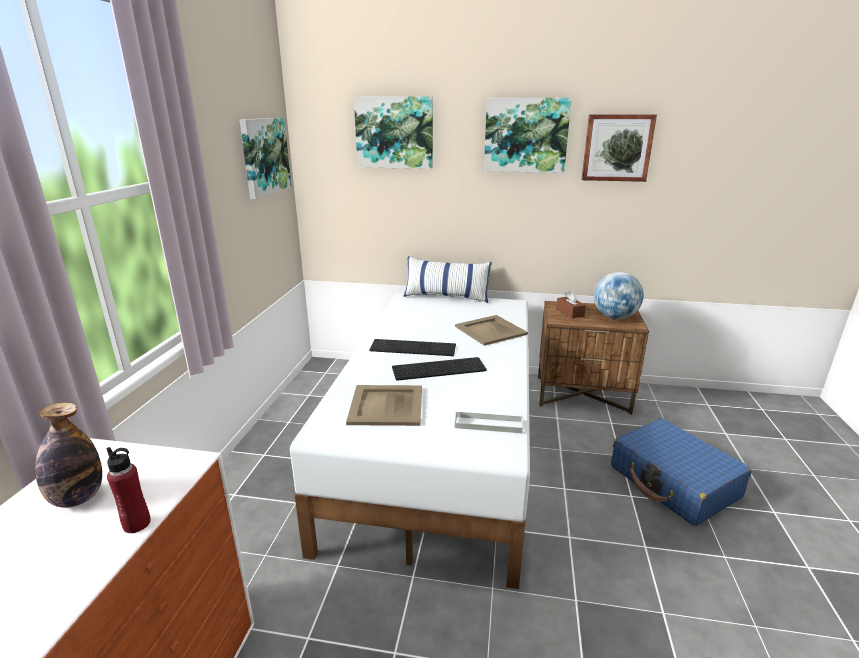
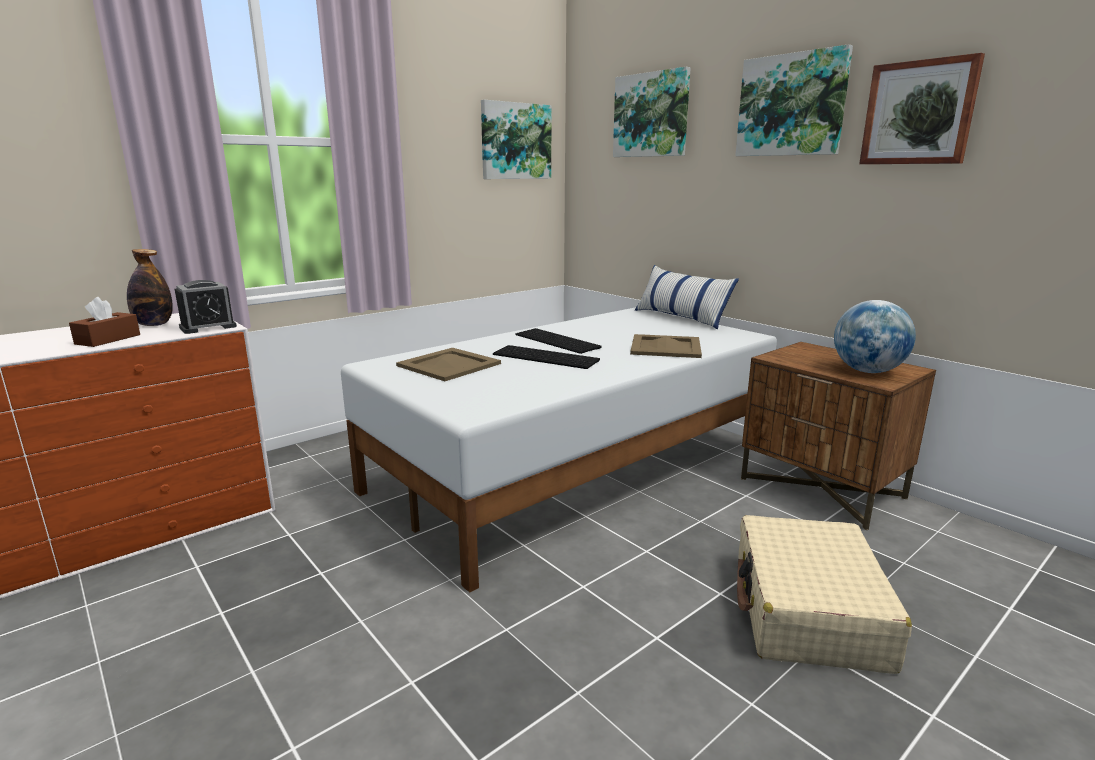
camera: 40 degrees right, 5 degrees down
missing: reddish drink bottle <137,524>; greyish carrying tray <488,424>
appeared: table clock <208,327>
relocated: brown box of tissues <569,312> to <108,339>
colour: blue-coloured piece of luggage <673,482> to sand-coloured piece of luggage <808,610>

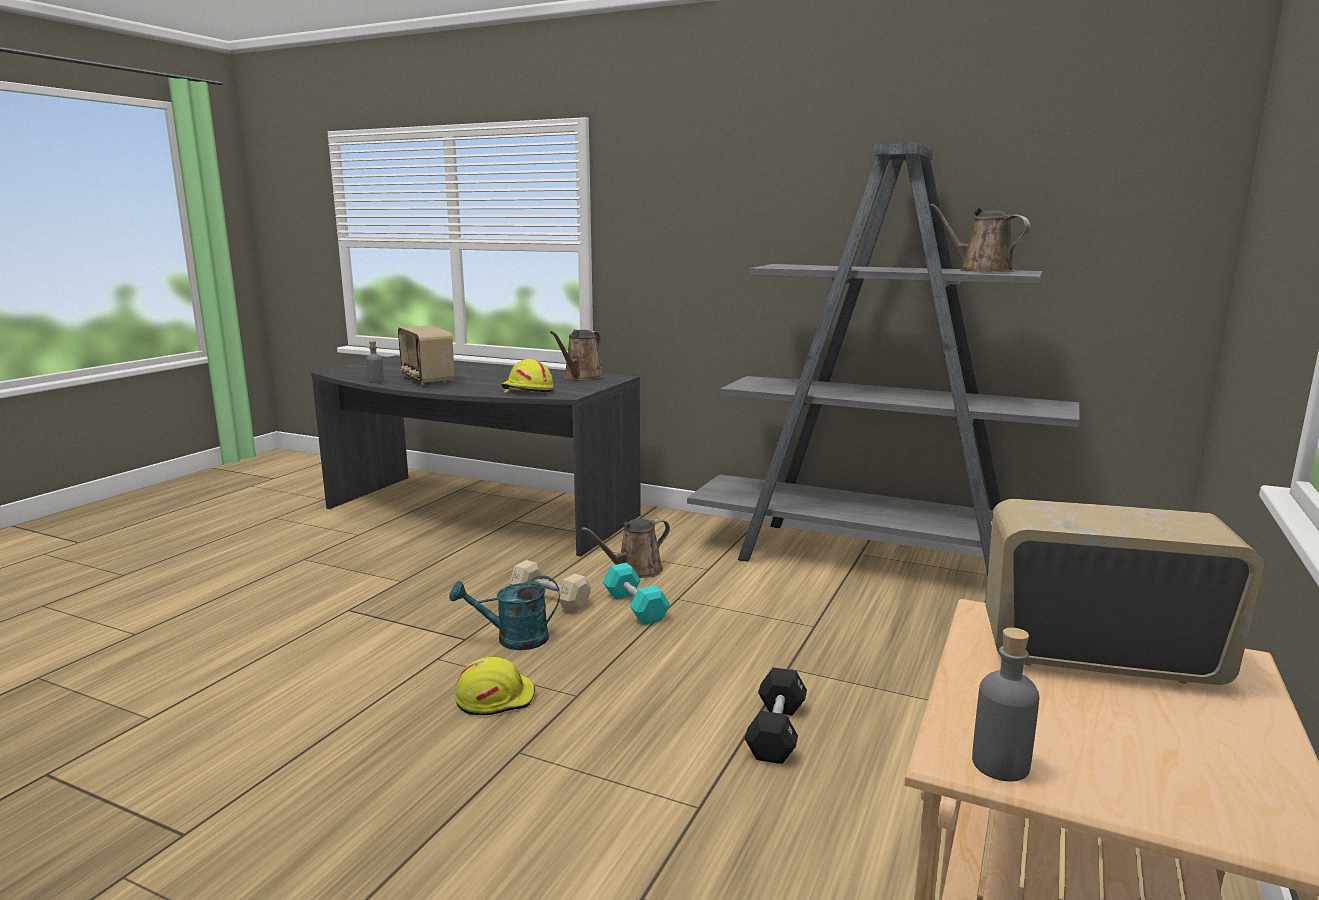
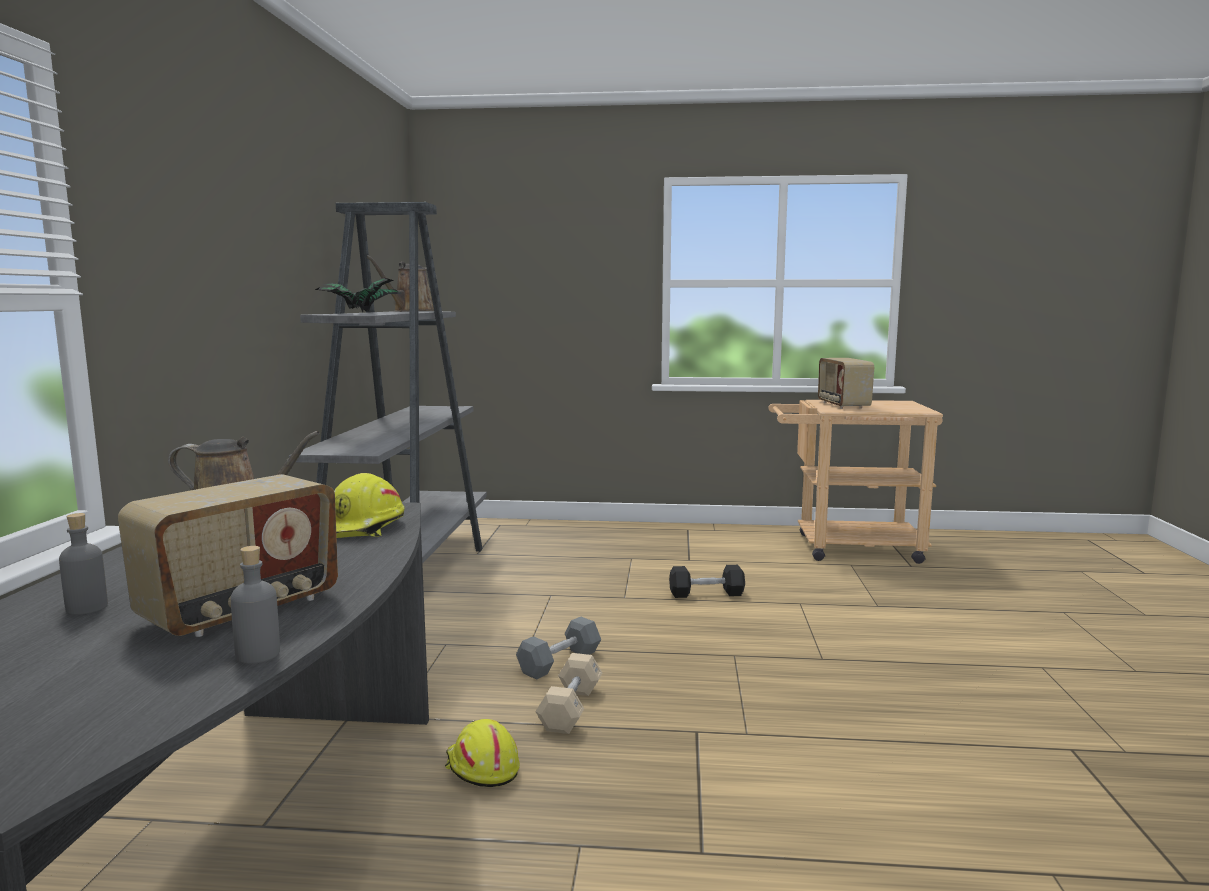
camera: 110 degrees left, 5 degrees down
missing: turquoise-coloured sprinkling can <513,640>; brown sprinkling can <635,571>
appeared: plant in a pot <358,313>
relocated: greyish drink bottle <1000,764> to <87,608>; yellow-coloured hard hat <495,698> to <481,768>
colour: turquoise-coloured hand weight <635,607> to greyish hand weight <559,662>

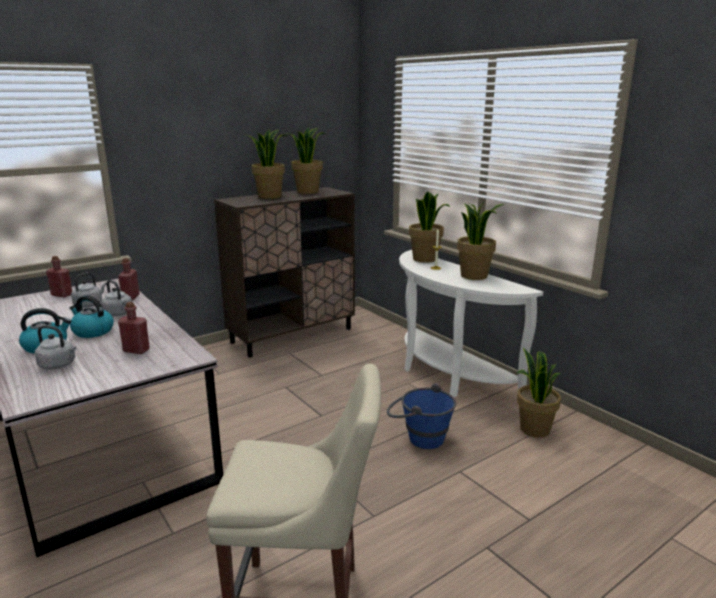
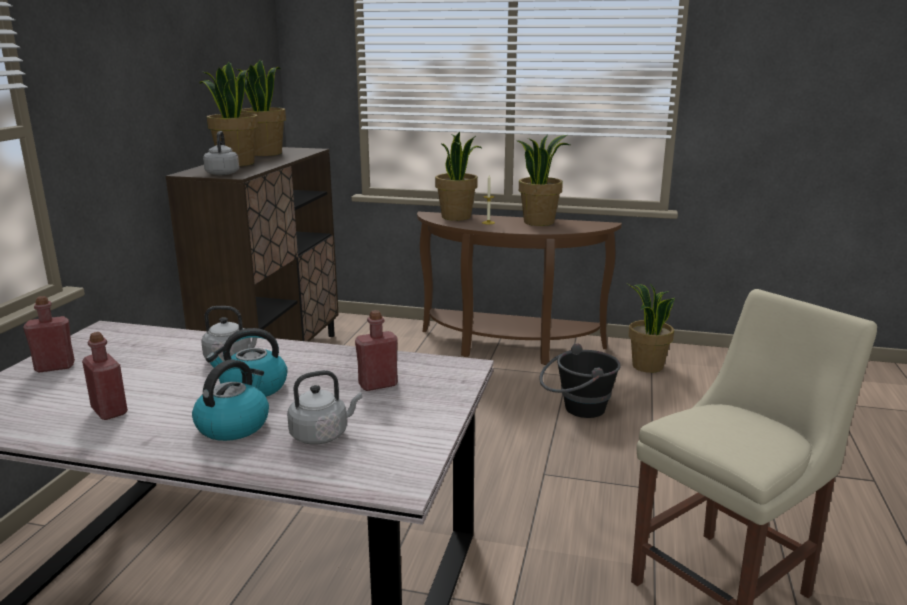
camera: 40 degrees left, 0 degrees up
relocated: reddish drink bottle <130,297> to <109,411>; greyish water kettle <89,304> to <223,173>
colour: white console table <446,375> to brown console table <508,348>; blue-coloured water bucket <419,437> to blackish water bucket <576,409>

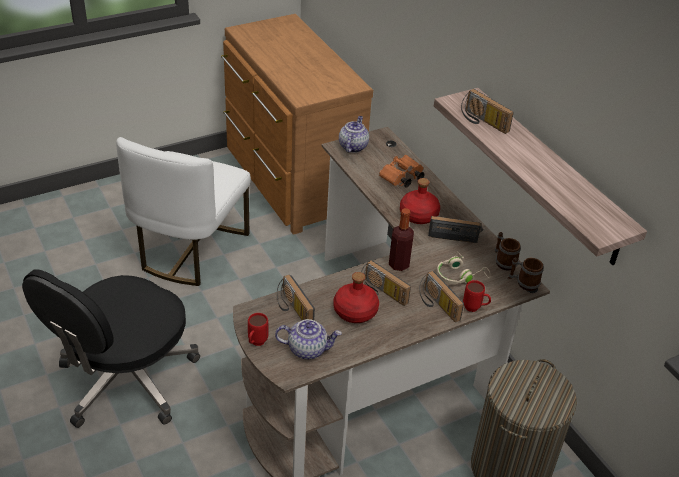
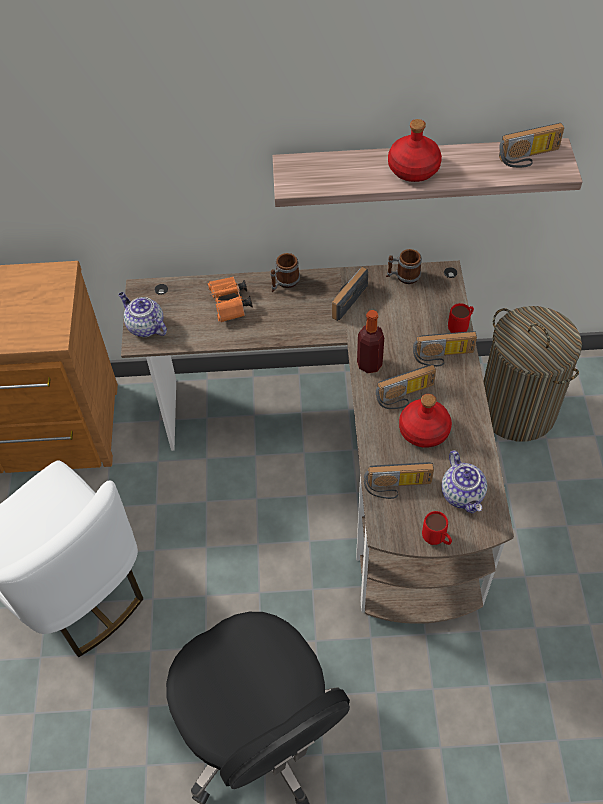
camera: 60 degrees left, 15 degrees up
missing: sand-coloured pair of headphones <459,276>
relocated: tea mug <523,282> to <284,283>; reddish drink bottle <418,215> to <413,169>; radio set <482,122> to <529,157>
spun: pot for tea <308,349> = <463,494> 135 degrees clockwise

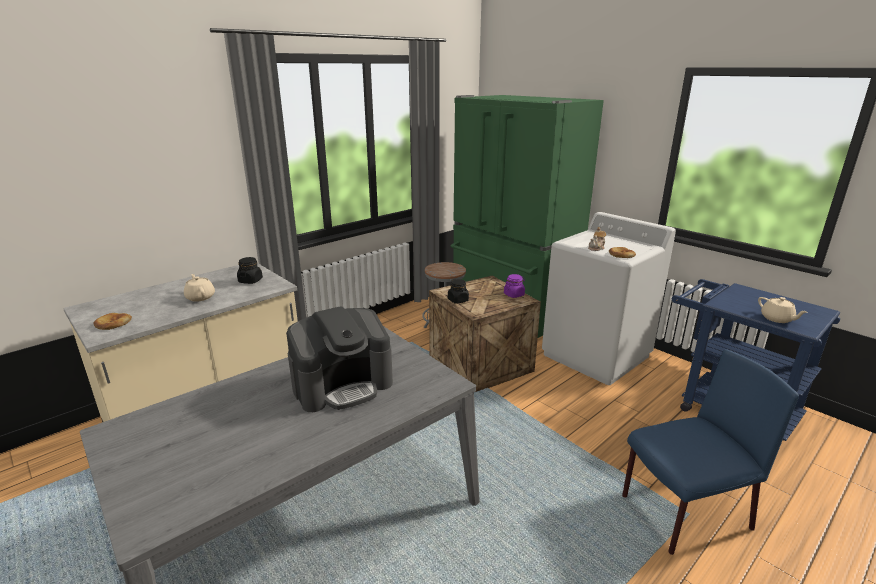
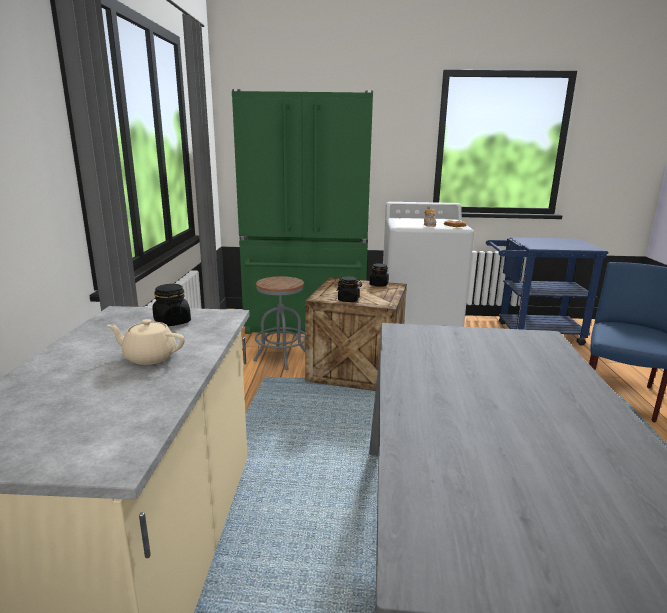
camera: 45 degrees left, 5 degrees down
missing: bread <113,323>; coffee machine <343,385>; sand-coloured pot for tea <777,319>
colour: purple-coloured jar <514,295> to blackish jar <378,284>

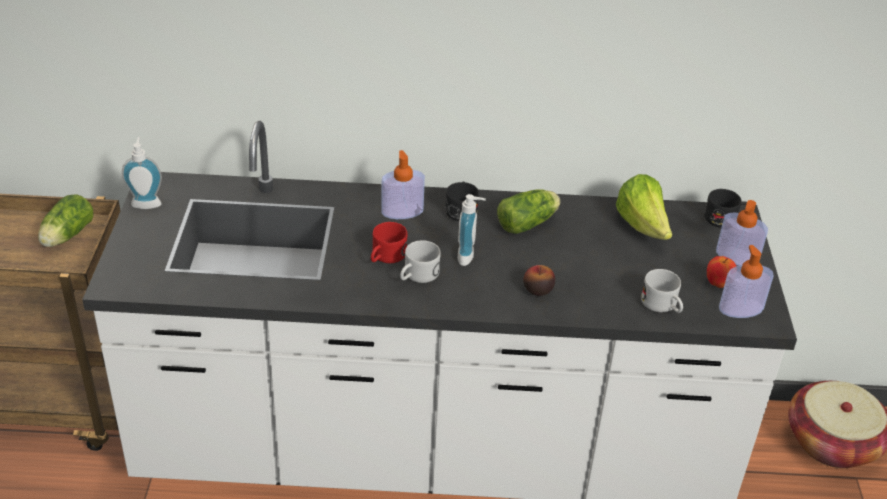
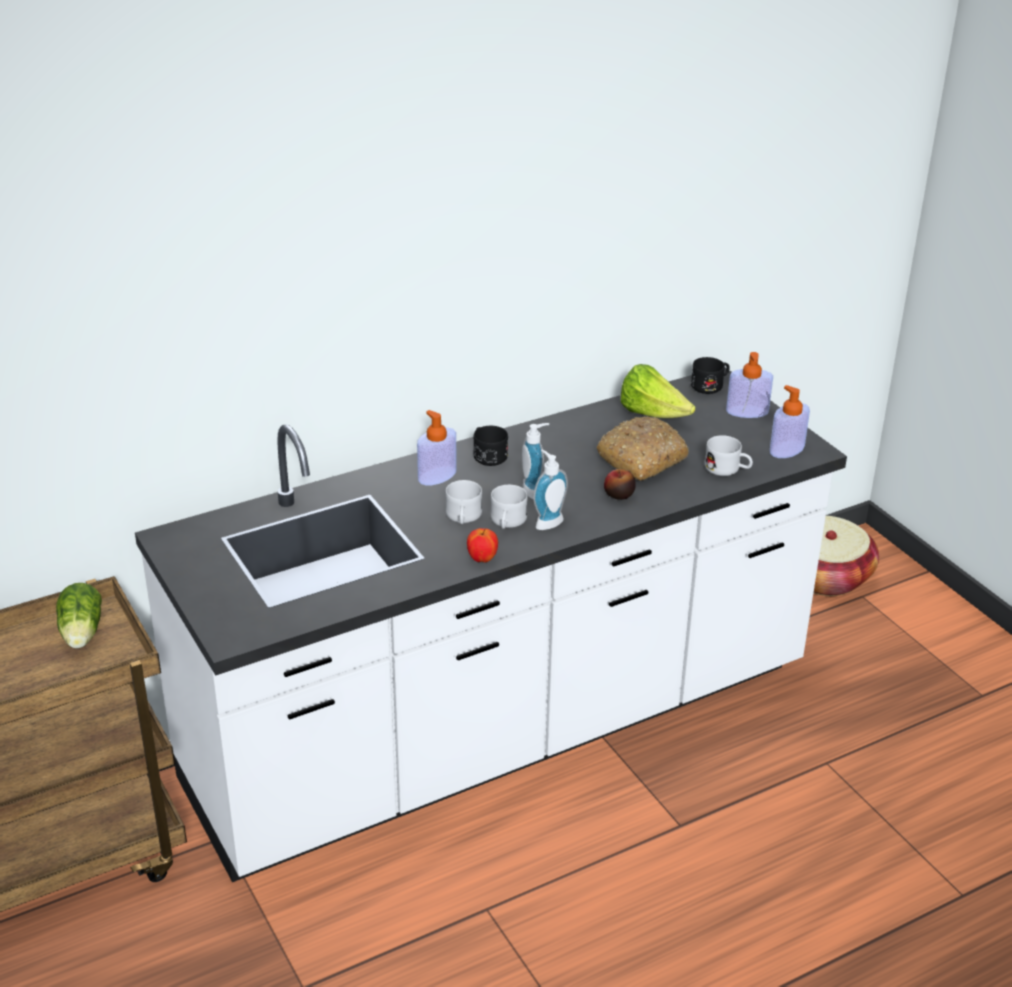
camera: 30 degrees left, 5 degrees down
missing: lettuce head <529,223>
appeared: bread <642,458>
relocated: whole apple <718,284> to <482,559>; liquid soap bottle <146,202> to <547,522>
colour: reddish tea mug <385,257> to white tea mug <463,518>

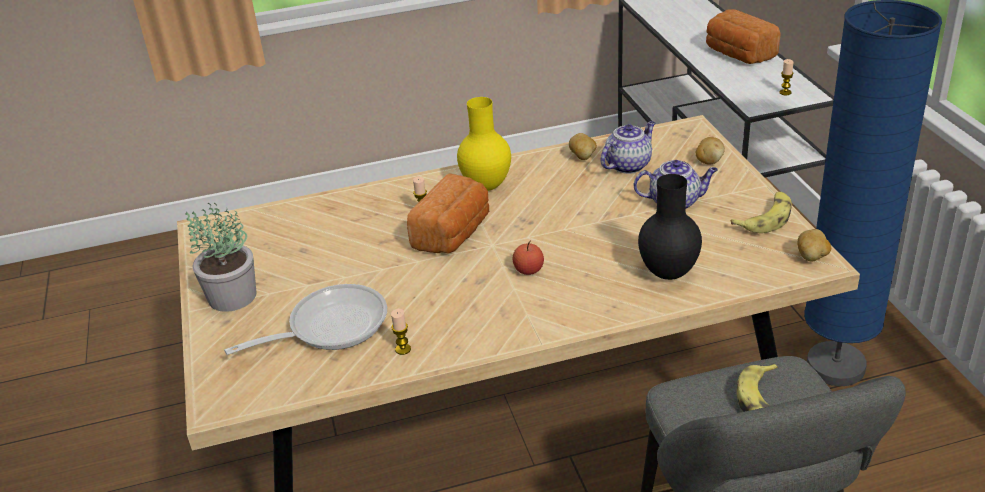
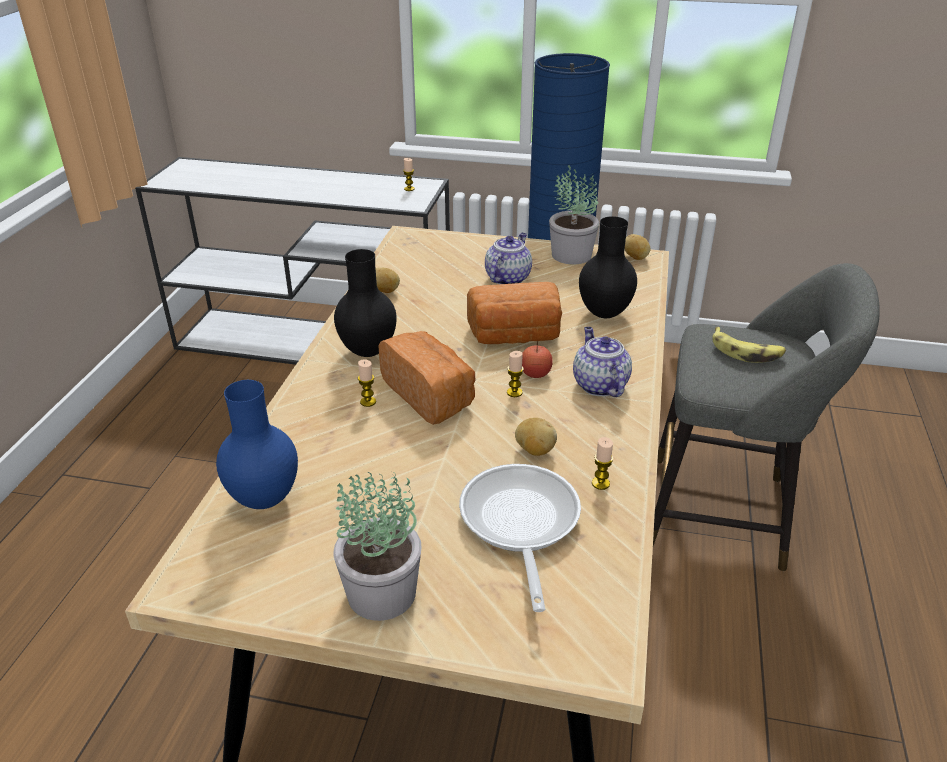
camera: 65 degrees left, 0 degrees up
appeared: blue-coloured flower vase <263,499>; candle <514,392>
relocated: bread <738,54> to <515,336>; whole potato <708,161> to <534,450>; pot for tea <628,165> to <599,385>
exchanged: whole banana <765,219> to plant in a pot <570,255>
colour: yellow-coloured flower vase <485,186> to blackish flower vase <367,352>

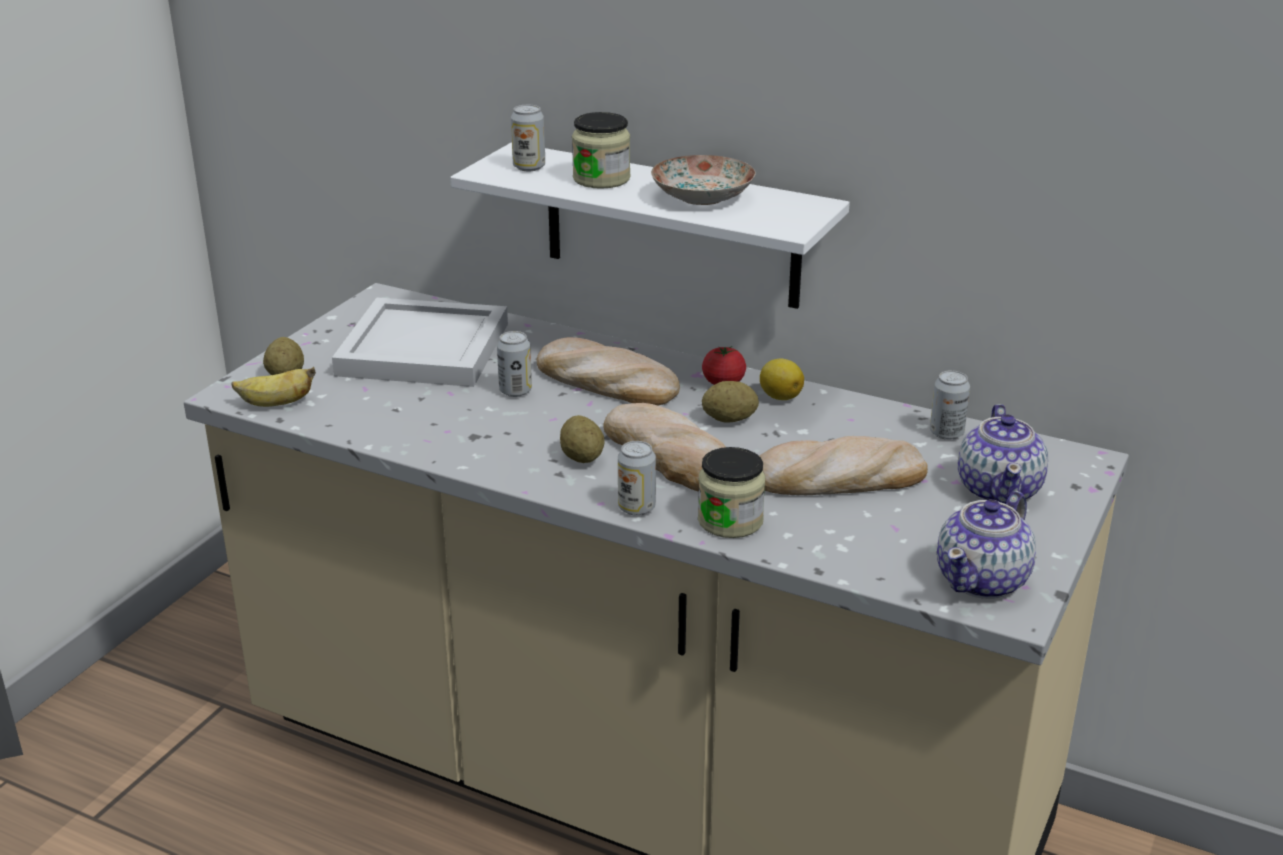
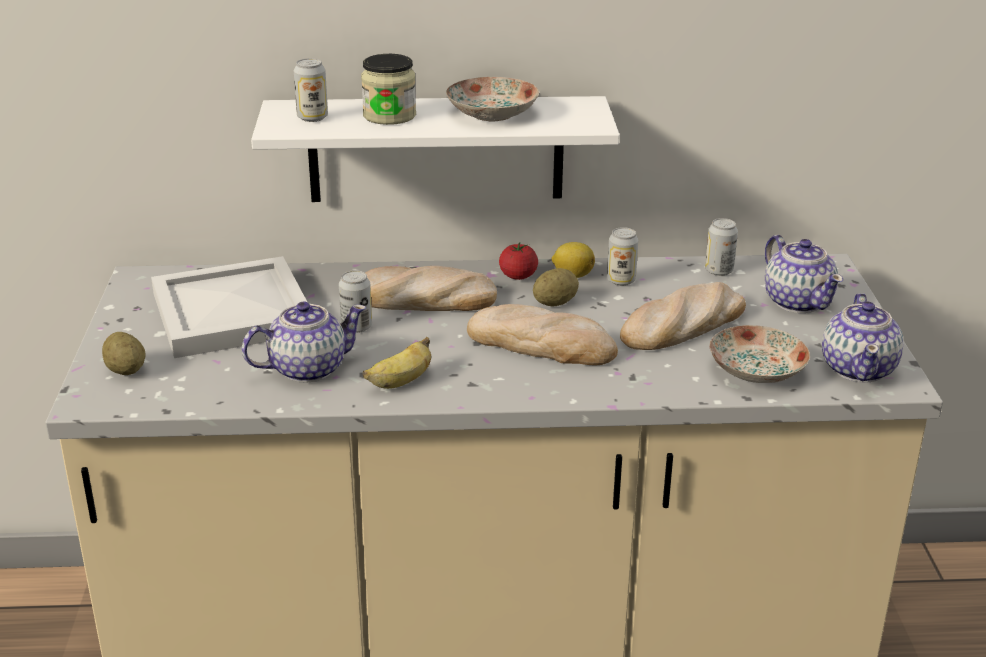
camera: 30 degrees left, 0 degrees up
missing: whole potato <582,457>; jar <730,521>
appeared: pot for tea <306,369>; flat dish <755,371>
relocated: whole banana <276,404> to <400,382>; sealed can <636,508> to <621,281>

